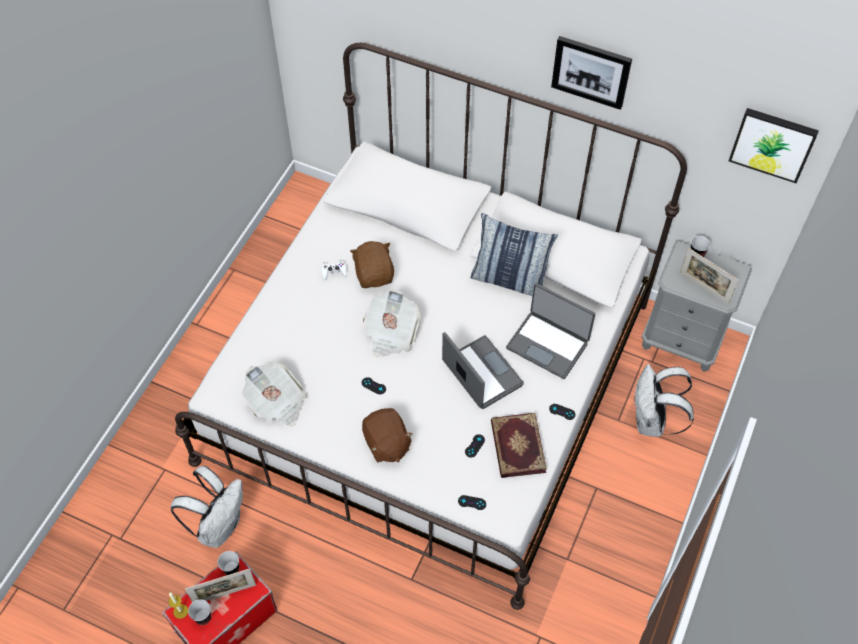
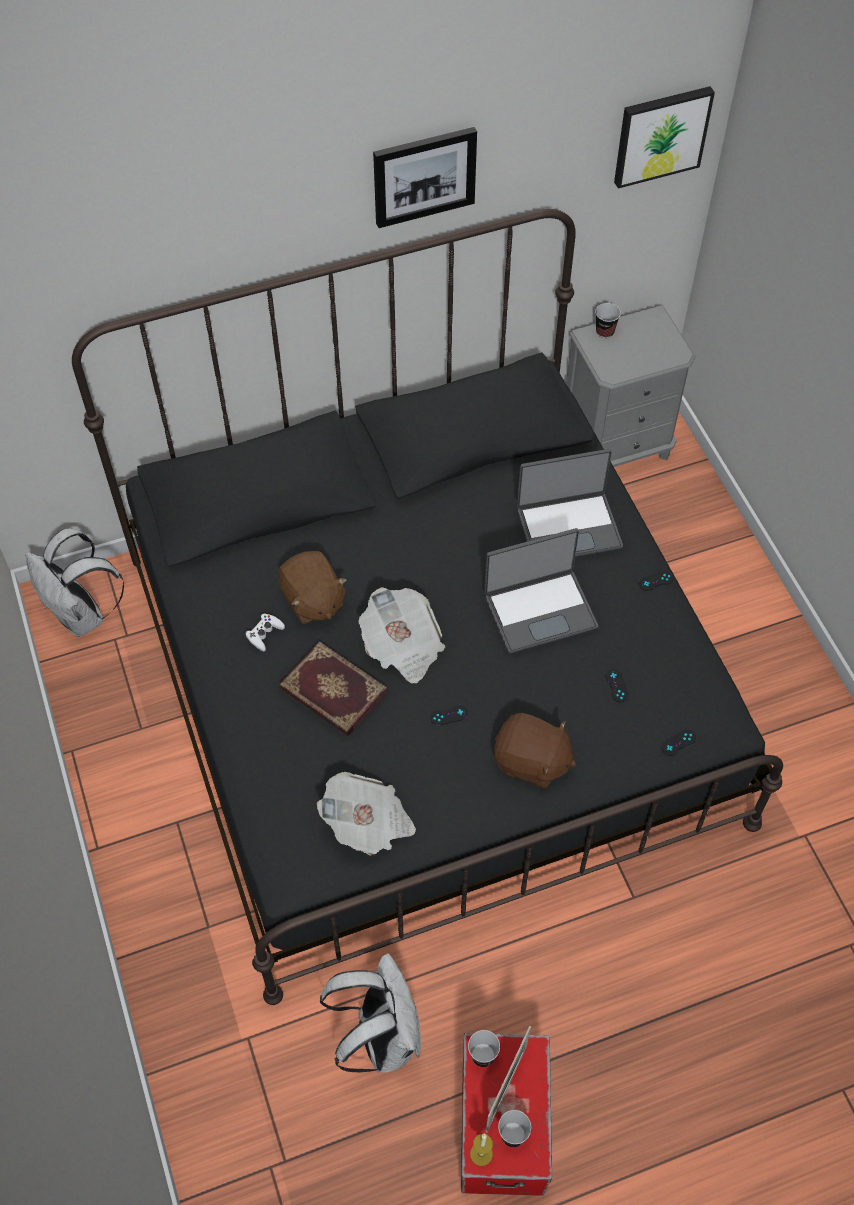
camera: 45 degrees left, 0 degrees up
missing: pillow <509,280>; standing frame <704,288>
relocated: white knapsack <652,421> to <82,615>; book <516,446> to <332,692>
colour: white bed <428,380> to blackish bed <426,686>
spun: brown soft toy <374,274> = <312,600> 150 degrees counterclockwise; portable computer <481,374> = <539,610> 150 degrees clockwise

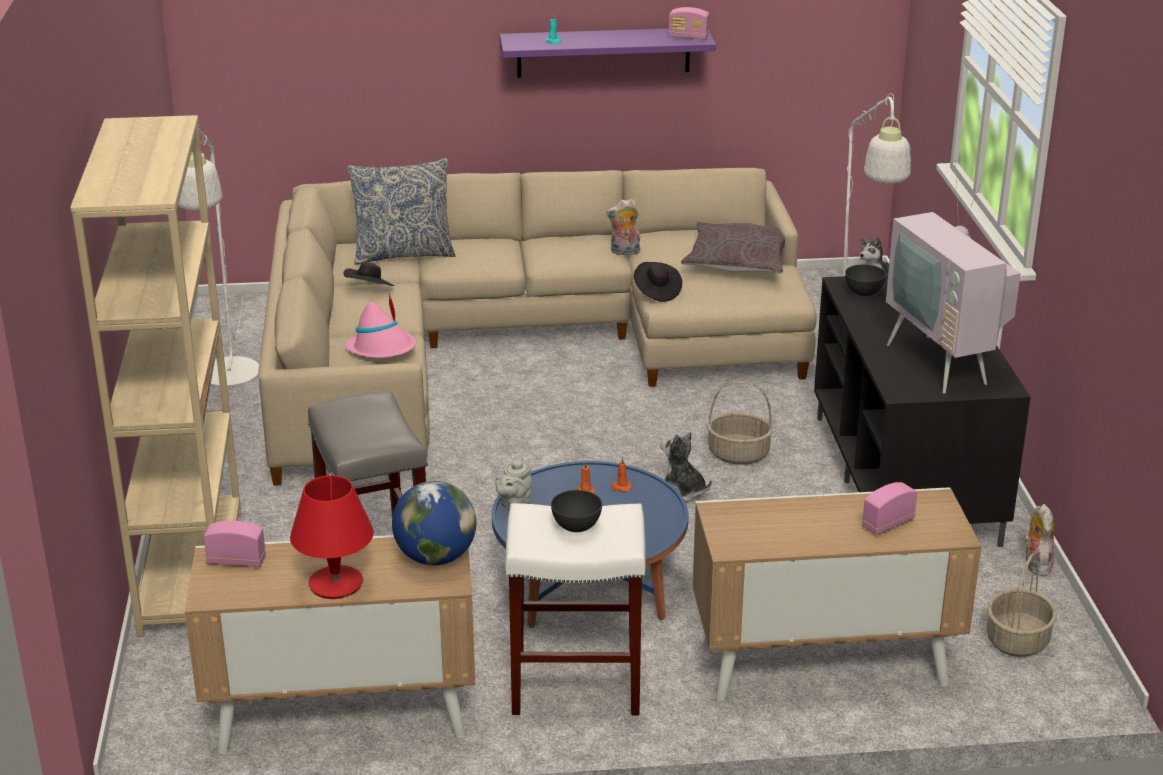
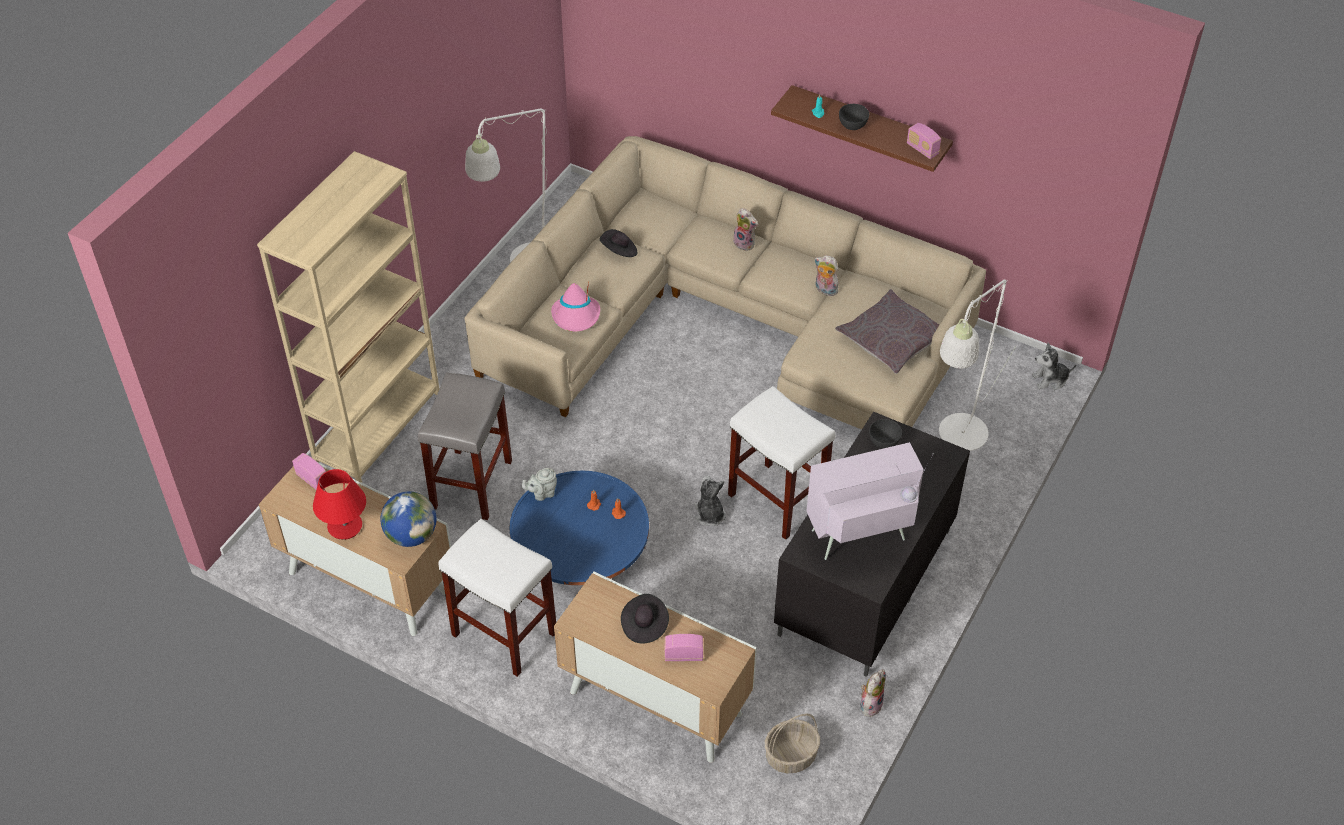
camera: 35 degrees right, 20 degrees up
missing: pillow <403,254>
appeared: soft toy <745,243>
relocated: blackish wearable hat <656,292> to <644,625>; greyish bowl <576,526> to <852,126>
exchanged: storage basket <739,454> to white stool seat <778,501>
colour: purple-coloured shelf <603,52> to brown shelf <869,127>
spun: television <945,362> = <860,541> 60 degrees clockwise

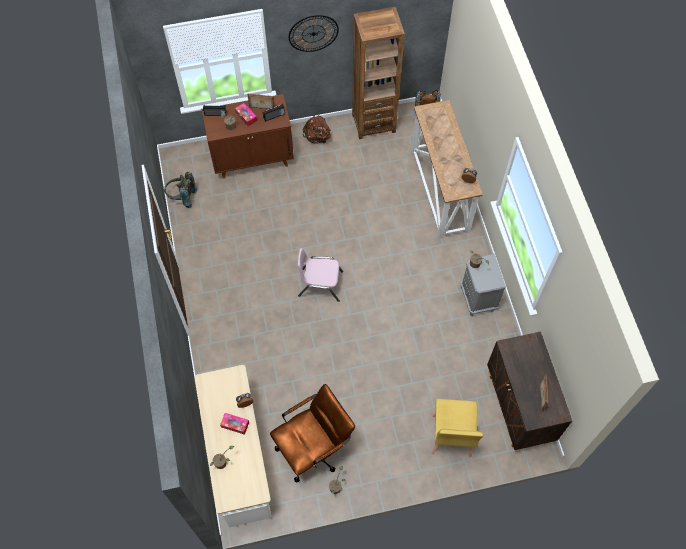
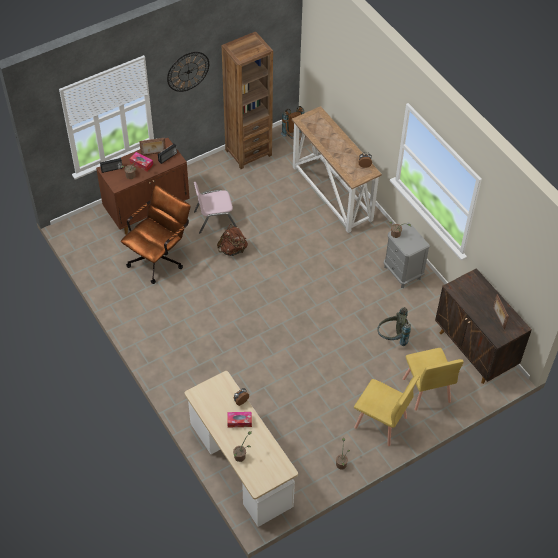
camera: 20 degrees left, 10 degrees down
appeared: yellow-coloured chair <381,423>
relocated: brown computer chair <314,448> to <159,257>; pink-coloured chair <320,284> to <215,219>; brown knapsack <317,137> to <232,250>; greyish knapsack <182,197> to <392,338>

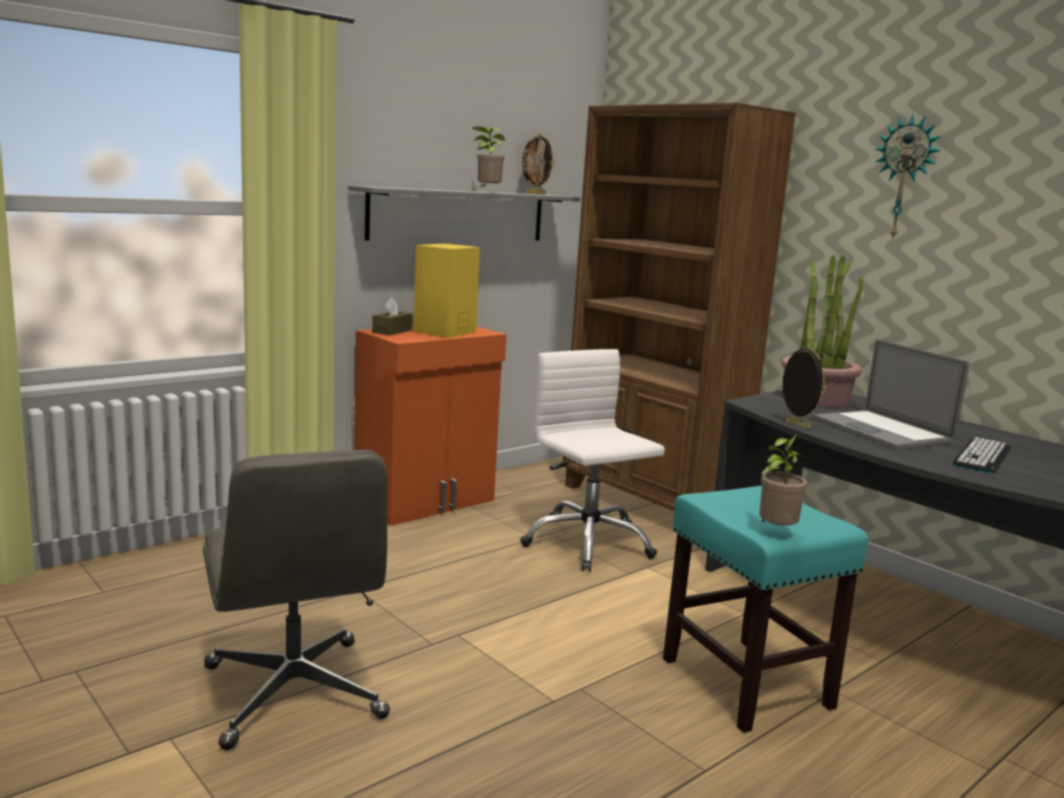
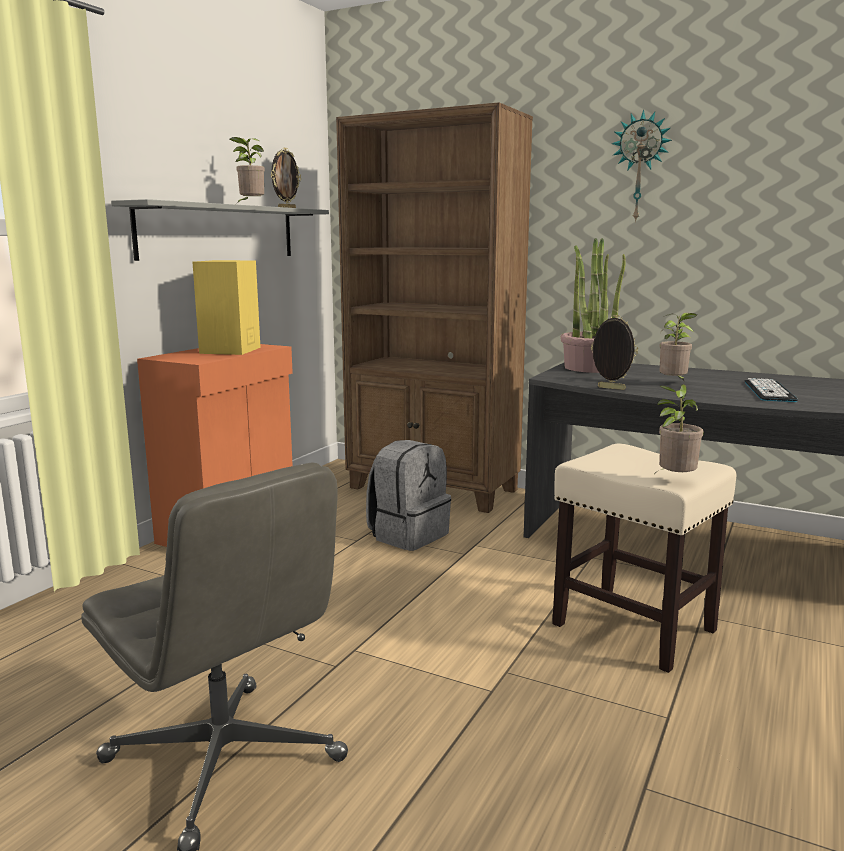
camera: 20 degrees left, 0 degrees up
missing: brown box of tissues <392,331>
exchanged: white computer chair <587,543> to greyish knapsack <408,535>; portable computer <880,430> to plant in a pot <674,383>
colour: turquoise-coloured stool seat <744,682> to sand-coloured stool seat <631,627>

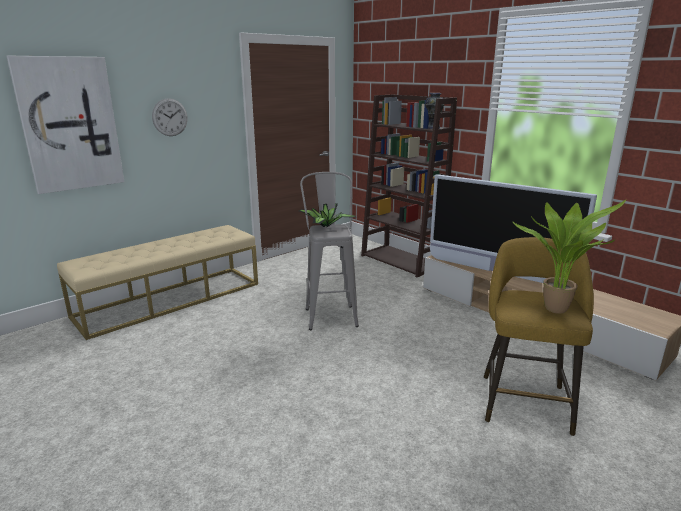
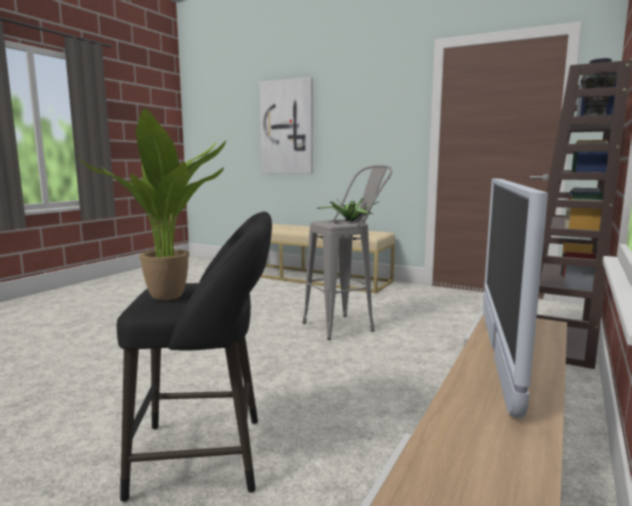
camera: 70 degrees right, 10 degrees down
missing: clock on the wall <170,117>
colour: yellow-coloured stool seat <524,400> to blackish stool seat <208,456>

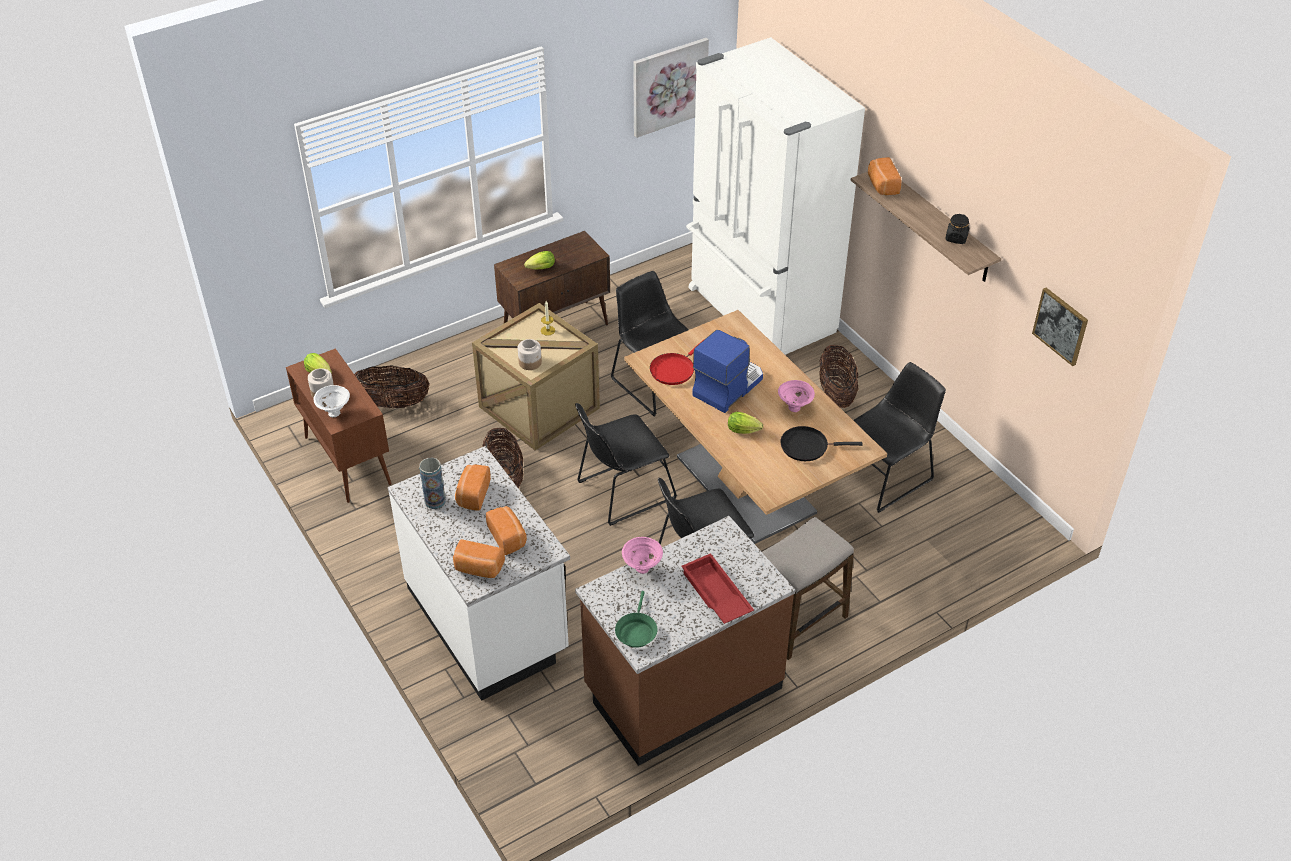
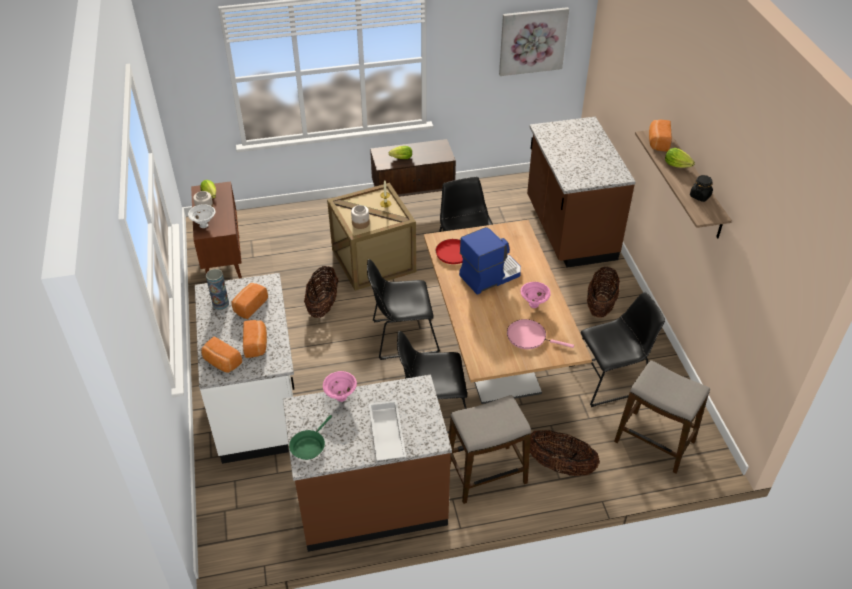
camera: 20 degrees right, 0 degrees up
missing: wall picture <1061,326>
appeared: stool seat <654,442>
relocated: storage basket <393,403> to <559,466>; lettuce head <745,431> to <678,166>
exchanged: white kitchen fridge <759,311> to brown counter <569,230>
colour: reddish carrying tray <715,594> to white carrying tray <385,434>; blackish pan <807,446> to pink-coloured pan <529,337>

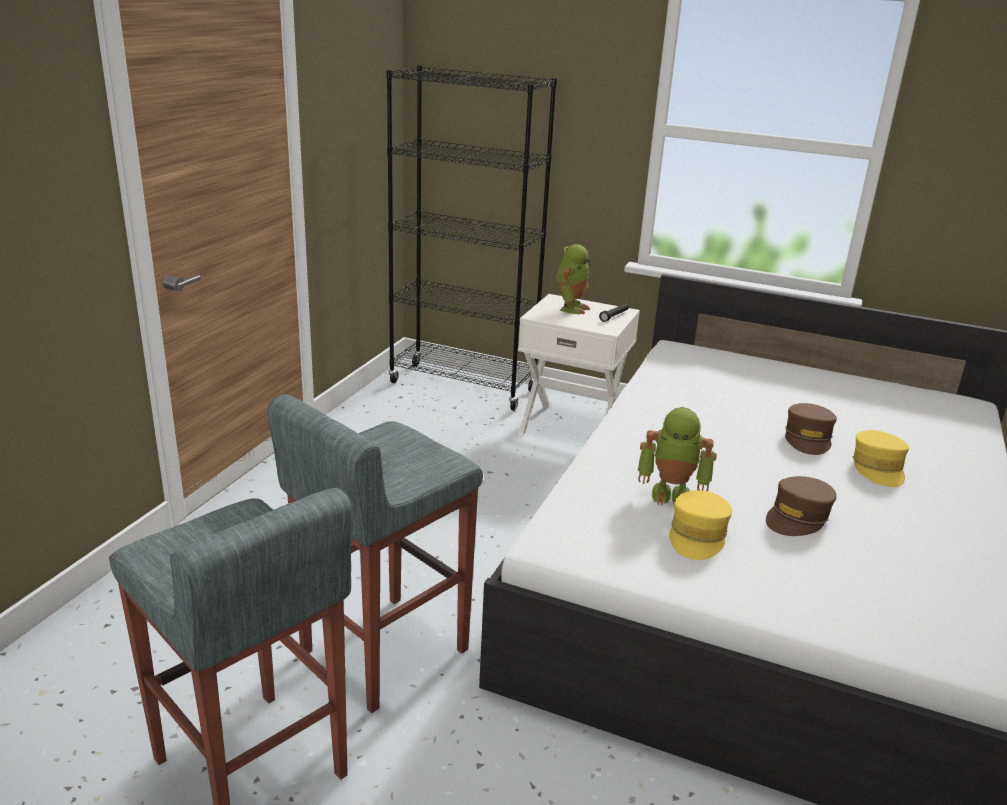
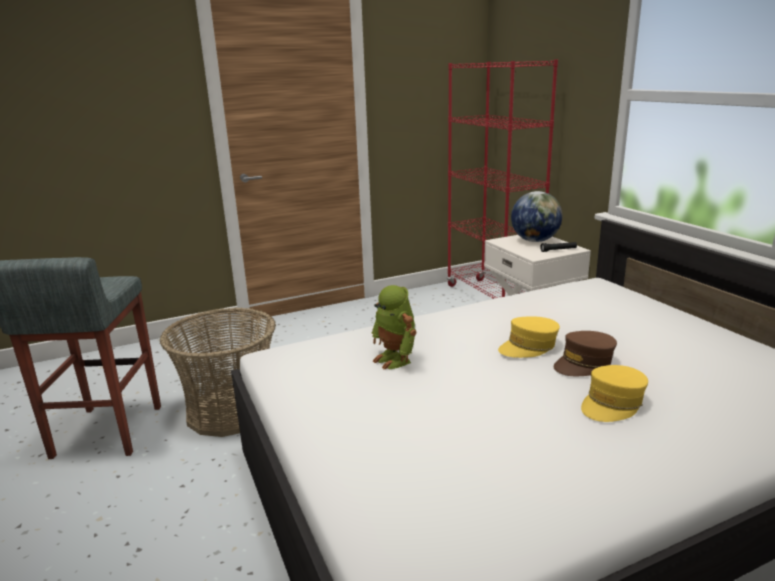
camera: 45 degrees right, 5 degrees down
missing: brown cap <797,517>
relocated: yellow-coloured cap <697,535> to <528,347>
exchanged: greyish stool seat <381,651> to storage basket <230,411>; toy robot <571,308> to world globe <535,241>
colour: blackish bookshelf <463,387> to reddish bookshelf <492,298>

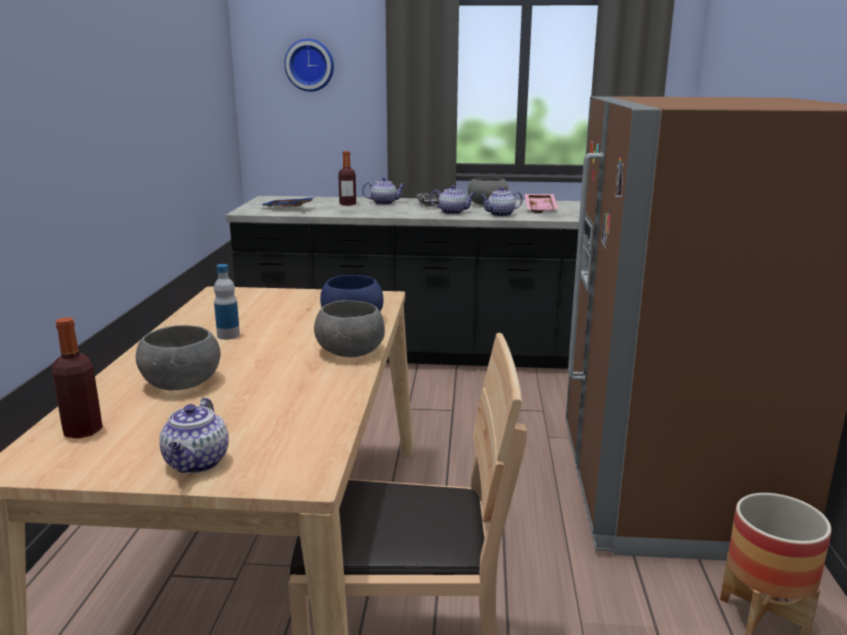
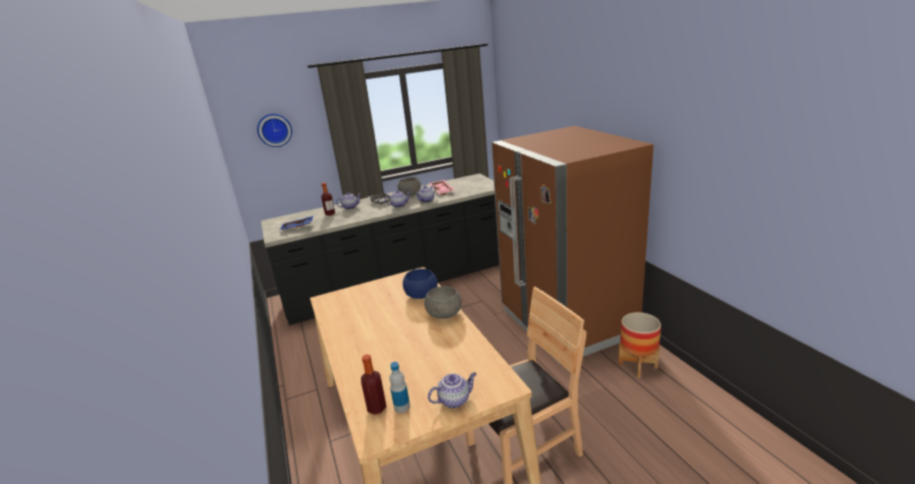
camera: 25 degrees left, 5 degrees up
missing: greyish bowl <181,383>
relocated: drink bottle <228,335> to <402,407>
spun: pot for tea <197,463> = <454,400> 90 degrees counterclockwise

